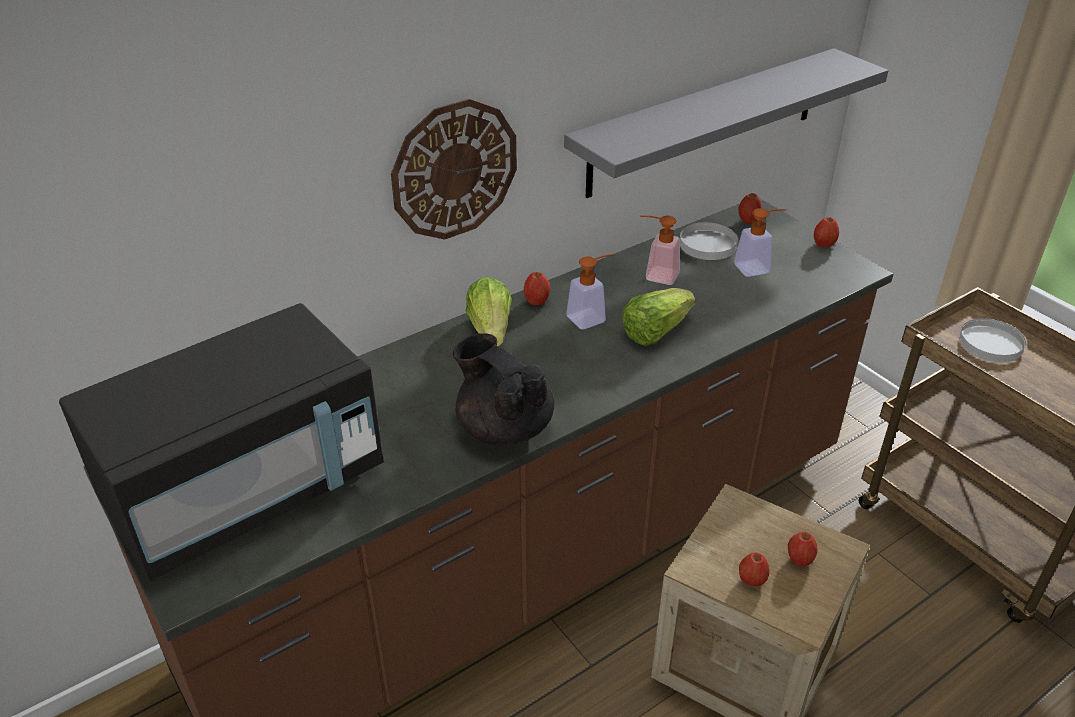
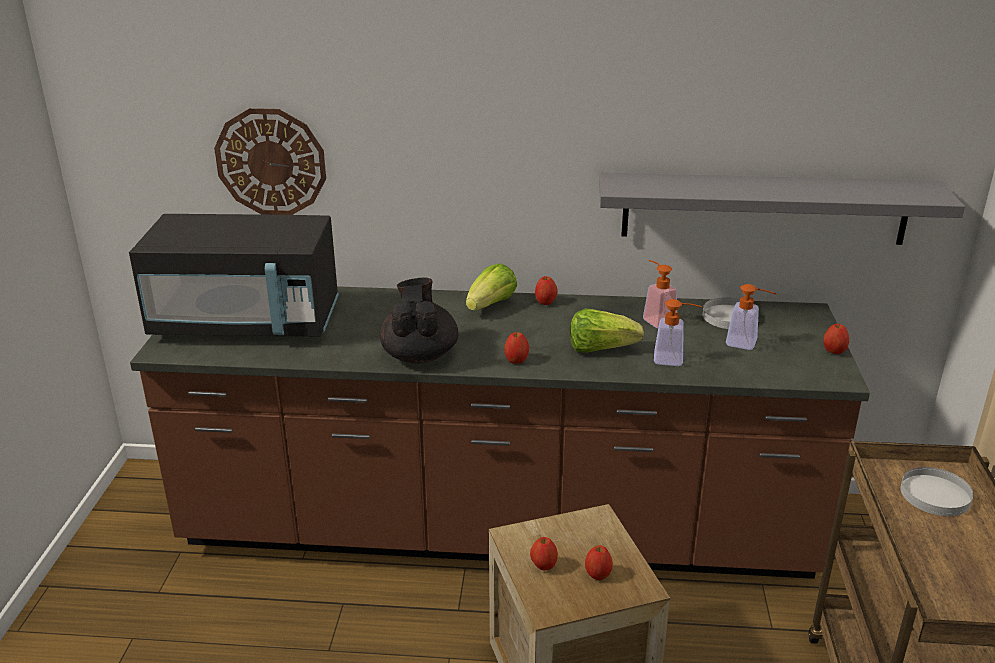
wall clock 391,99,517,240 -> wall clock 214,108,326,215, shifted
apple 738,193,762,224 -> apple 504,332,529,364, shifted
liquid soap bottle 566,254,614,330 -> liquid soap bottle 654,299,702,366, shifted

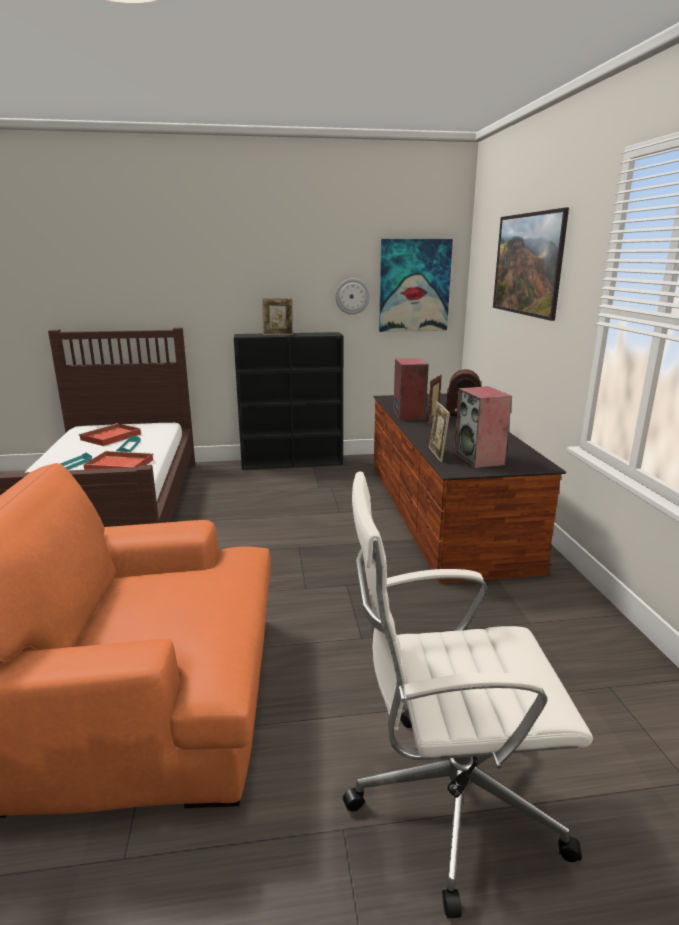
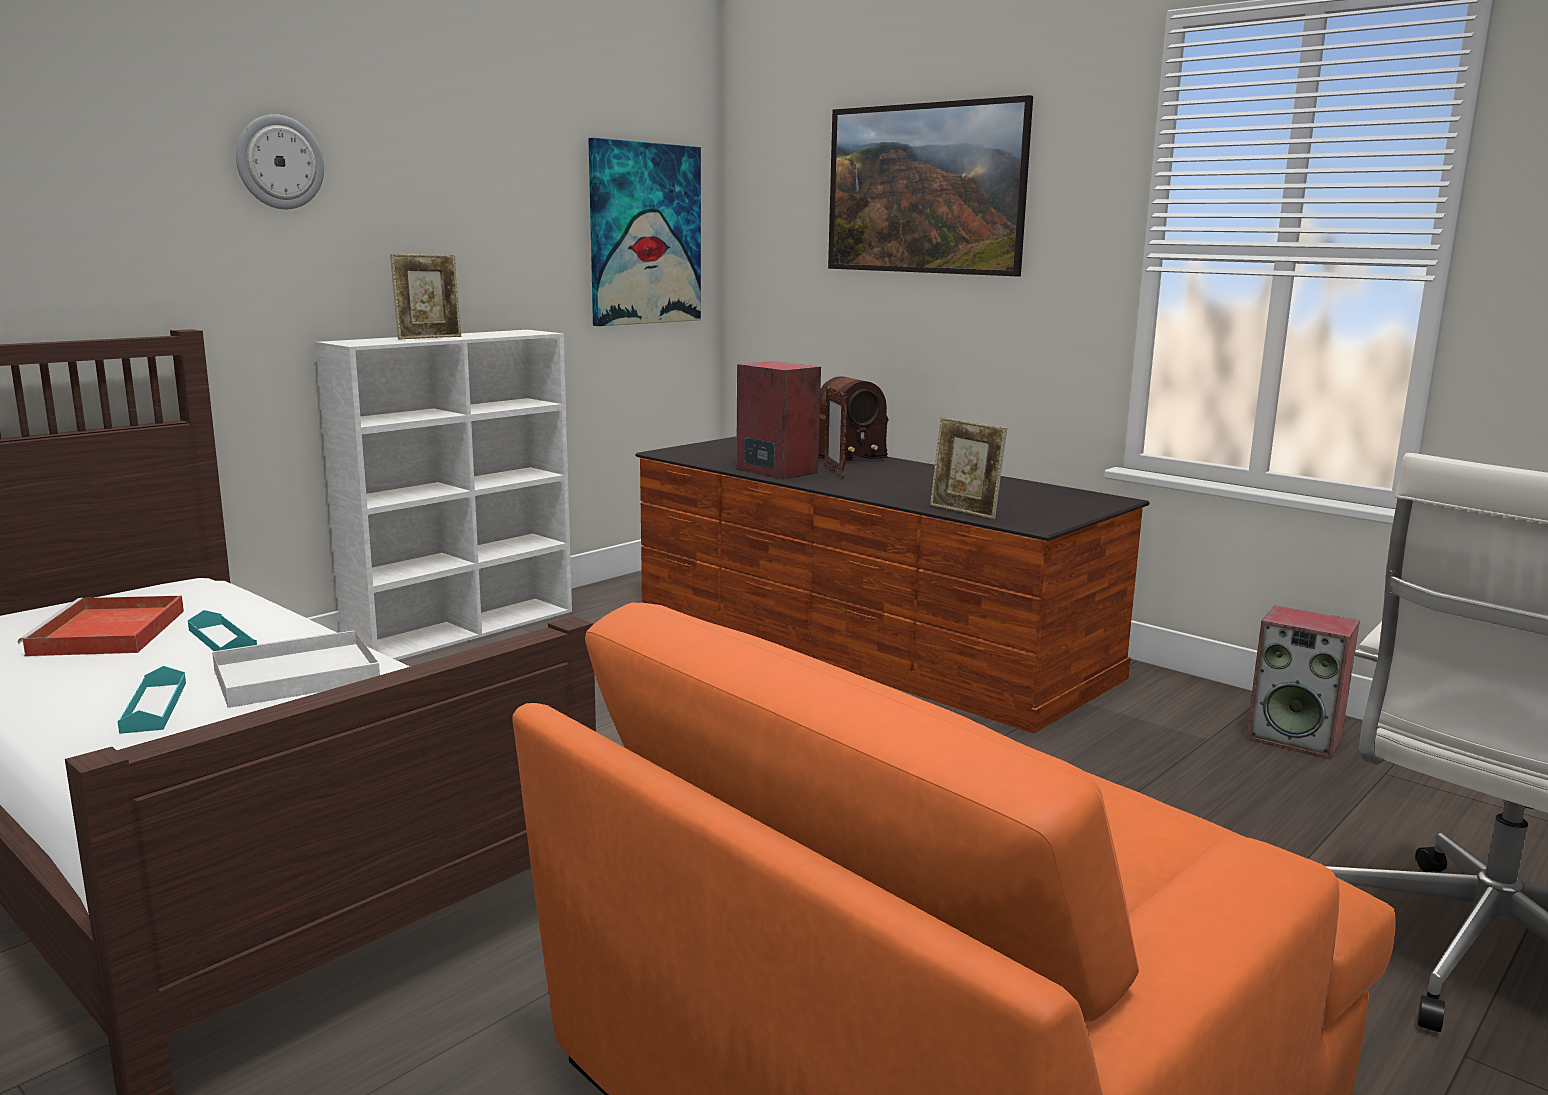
serving tray/red-coloured 83,451,153,470 -> serving tray/white 212,630,380,708
wall clock 335,278,370,315 -> wall clock 236,114,324,209, shifted
bookcase/black-coloured 234,332,343,470 -> bookcase/white 315,330,572,660
audio speaker 454,386,512,469 -> audio speaker 1246,606,1360,759, shifted

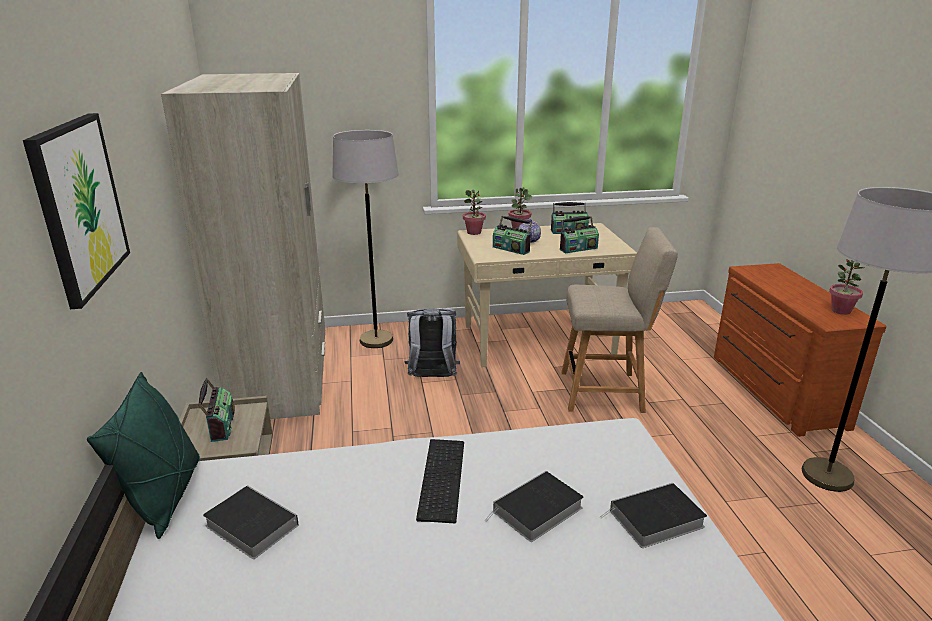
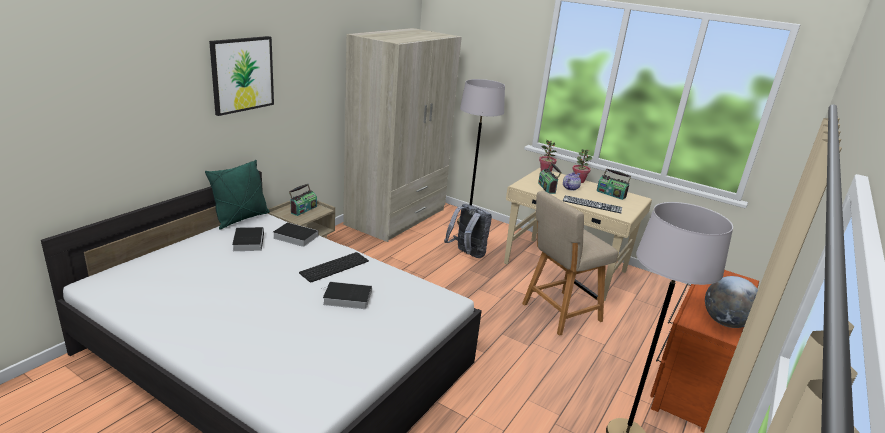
book 600,483,707,548 -> book 273,222,318,247, shifted
chair/beige-coloured 561,227,678,413 -> chair/beige-coloured 522,191,618,336, 105 degrees clockwise
radio 560,216,599,254 -> keyboard 563,195,622,213
plant in a pot 829,259,864,315 -> globe 705,276,758,328

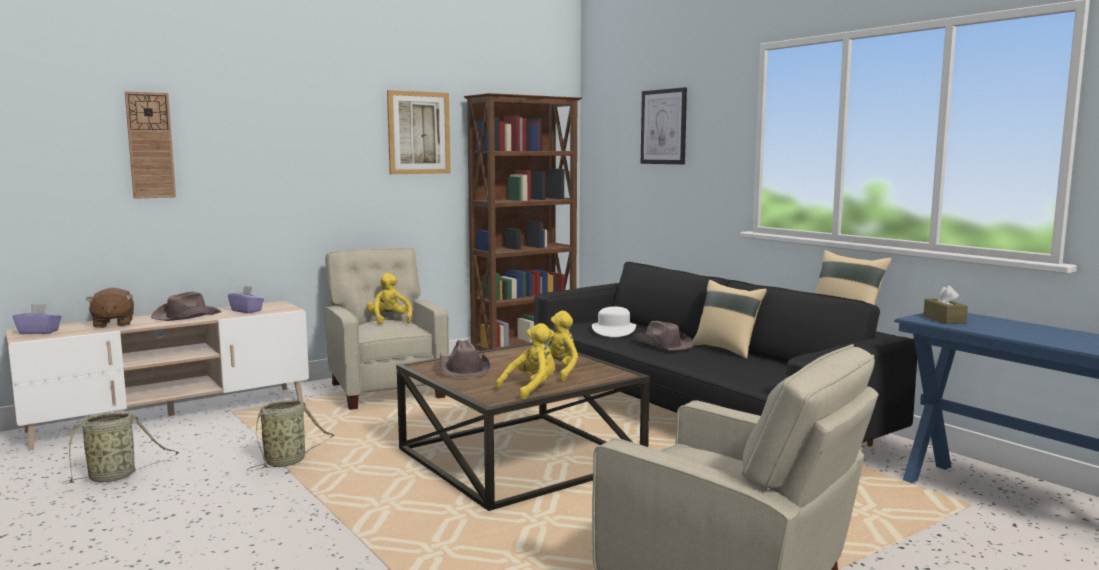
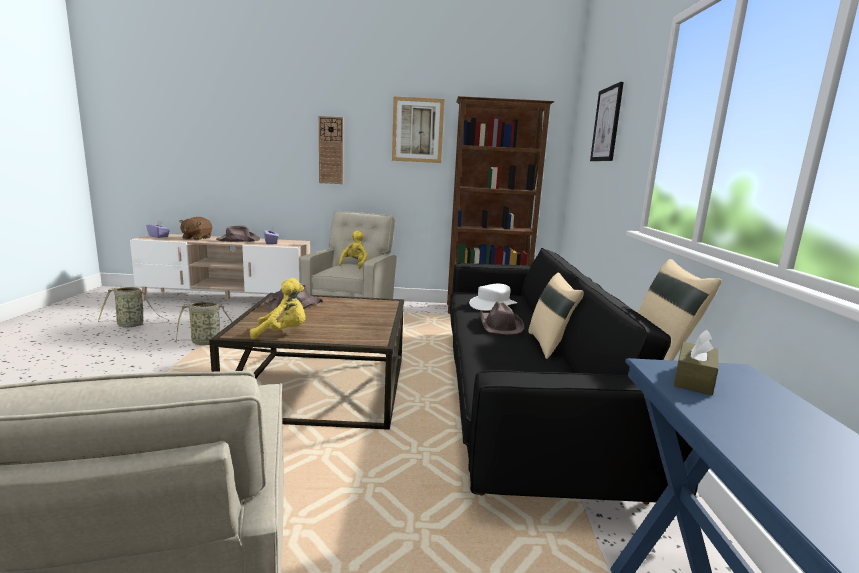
wall clock 125,91,176,199 -> wall clock 319,116,343,184, shifted
plush toy/yellow-coloured 527,311,578,382 -> none

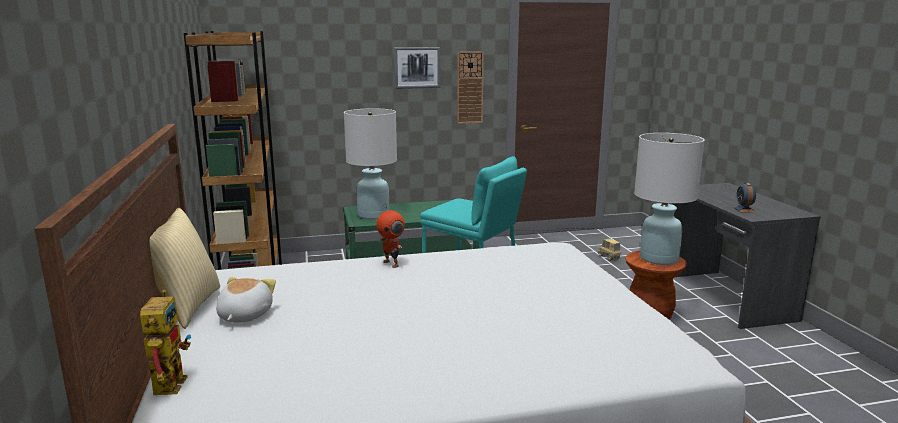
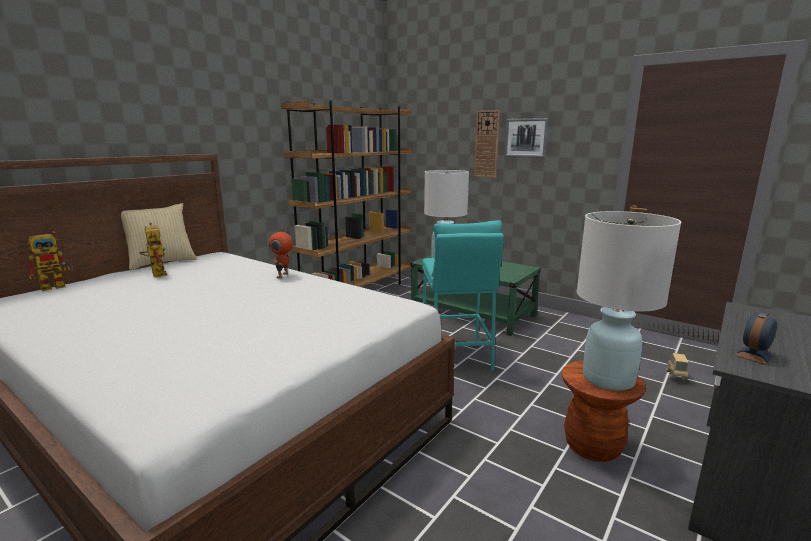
plush toy 216,277,276,323 -> toy robot 140,222,167,277
wall clock 457,51,484,124 -> wall clock 474,110,500,178, shifted

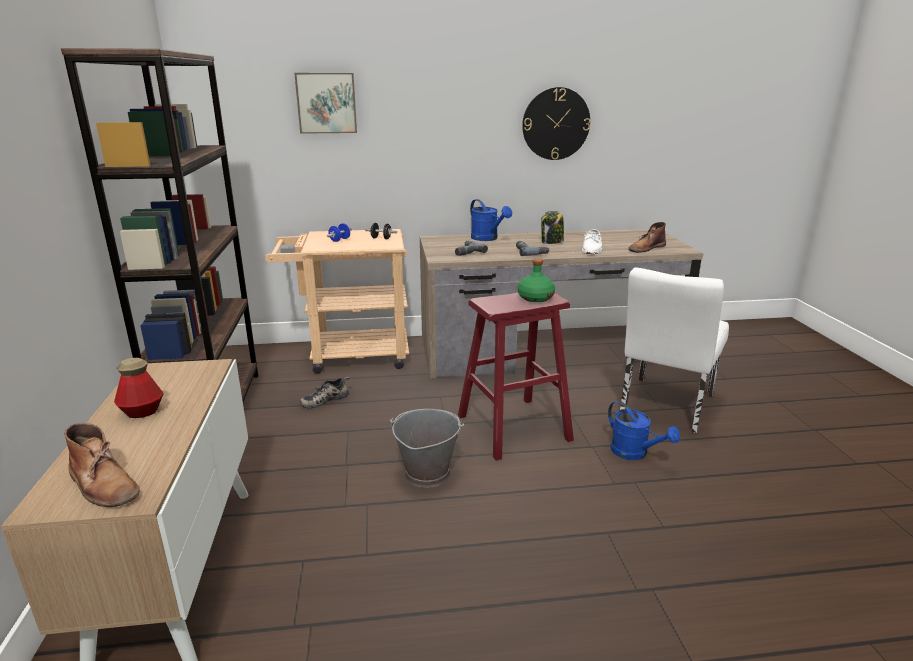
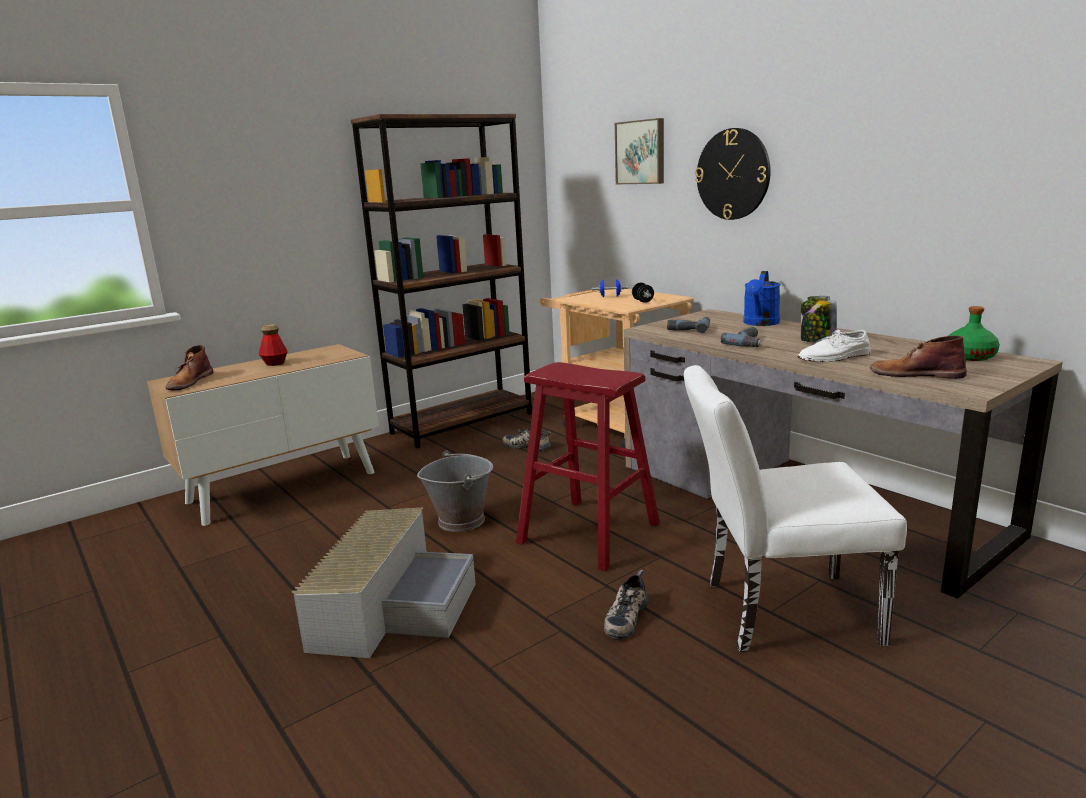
none -> storage container/gray 292,508,476,658
sprinkling can/blue-coloured 608,401,680,460 -> item of footwear 604,570,649,639
wall clock 522,87,590,160 -> wall clock 695,128,771,220, shifted
beverage bottle/green-coloured 518,258,555,302 -> beverage bottle/green-coloured 949,306,1000,361, shifted

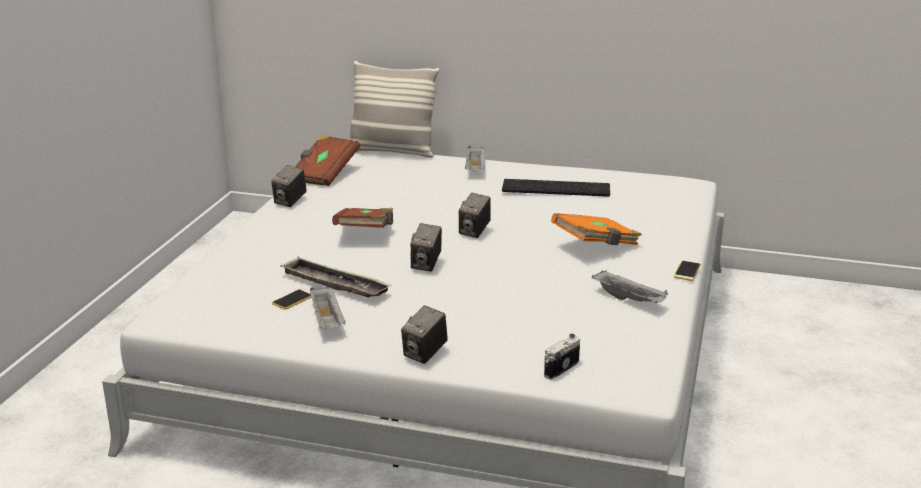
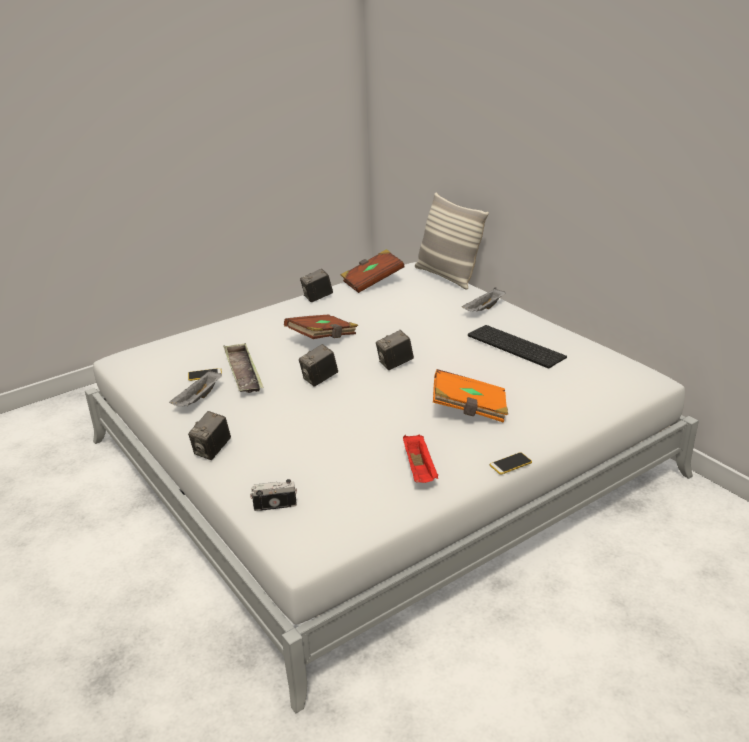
still camera 401,305,448,364 -> still camera 188,411,231,460, 45 degrees counterclockwise
serving tray/gray 592,270,668,303 -> serving tray/red-coloured 403,435,438,483

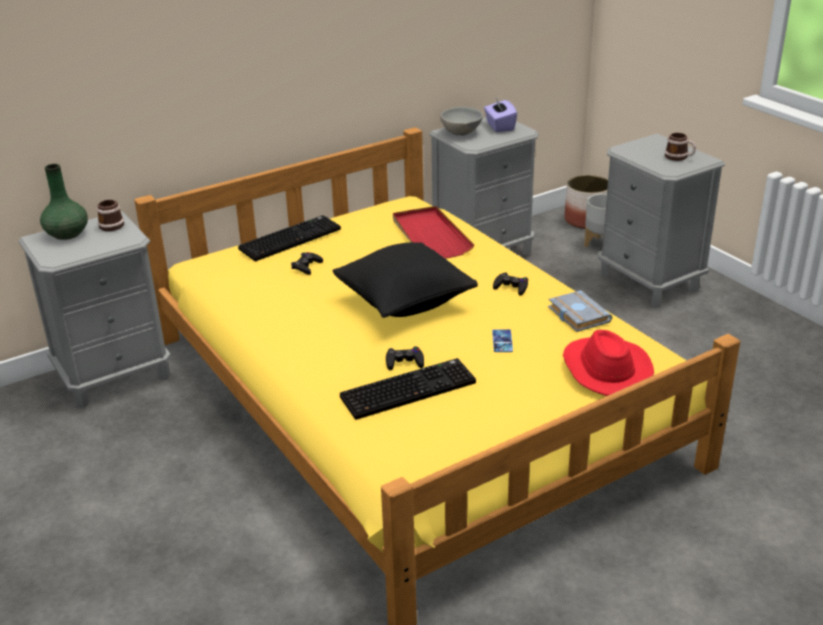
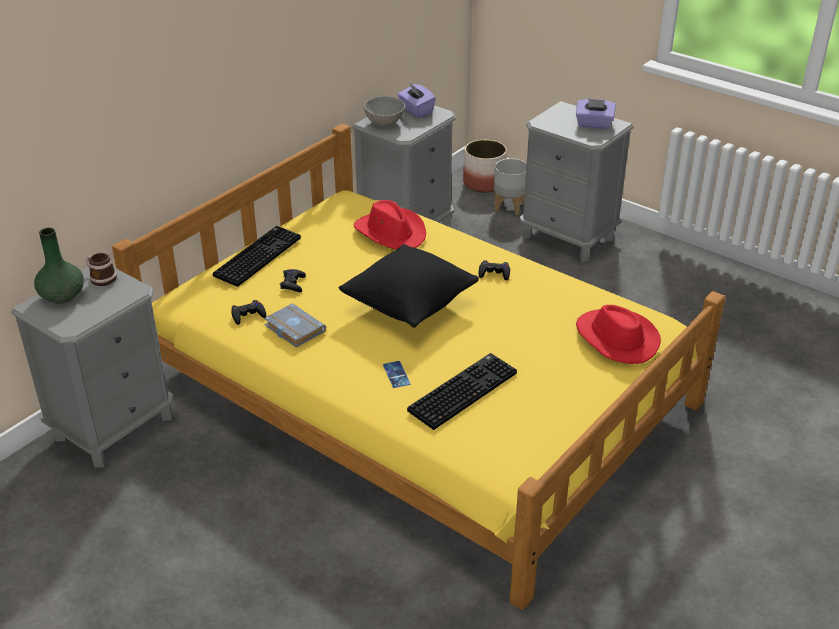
gamepad/black-coloured 386,346,424,370 -> gamepad/black-coloured 231,300,266,325, shifted
book/gray 548,290,612,332 -> book/gray 264,303,326,347, shifted
serving tray/red-coloured 393,206,475,259 -> hat/red-coloured 354,200,426,250
telephone 492,329,513,352 -> telephone 383,361,411,388, shifted
coffee mug 665,133,696,161 -> tissue box/purple-coloured 576,98,616,129

